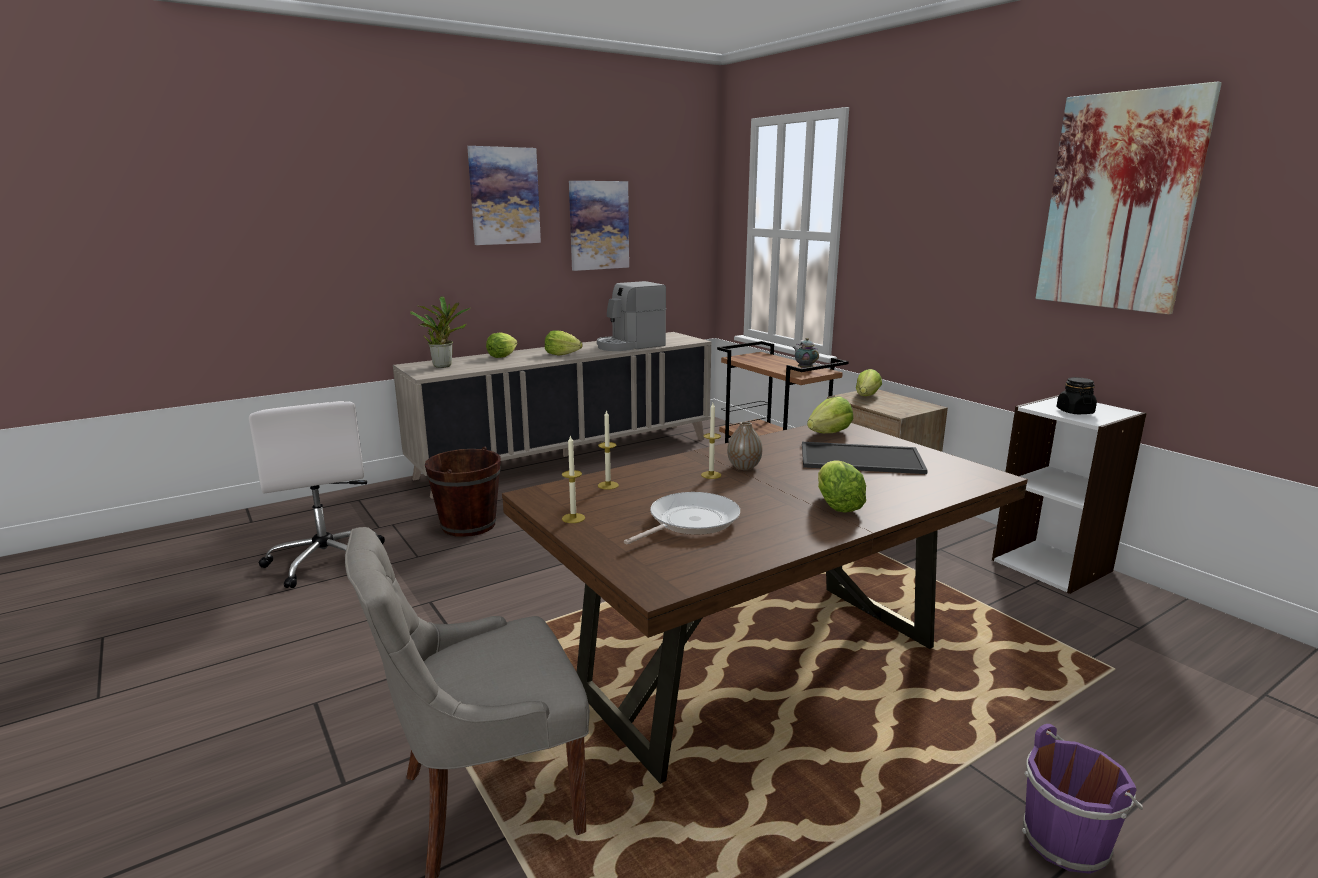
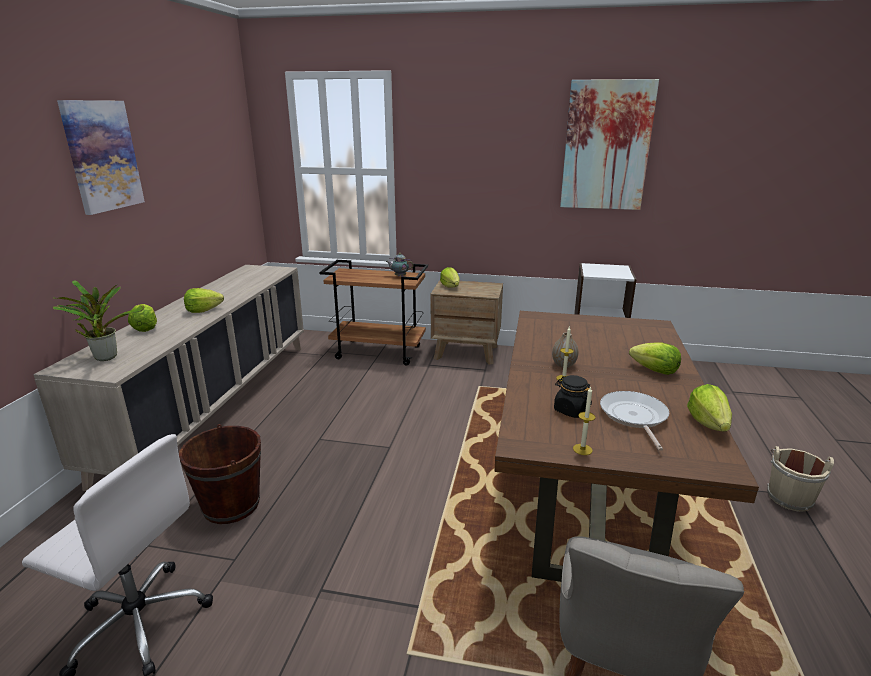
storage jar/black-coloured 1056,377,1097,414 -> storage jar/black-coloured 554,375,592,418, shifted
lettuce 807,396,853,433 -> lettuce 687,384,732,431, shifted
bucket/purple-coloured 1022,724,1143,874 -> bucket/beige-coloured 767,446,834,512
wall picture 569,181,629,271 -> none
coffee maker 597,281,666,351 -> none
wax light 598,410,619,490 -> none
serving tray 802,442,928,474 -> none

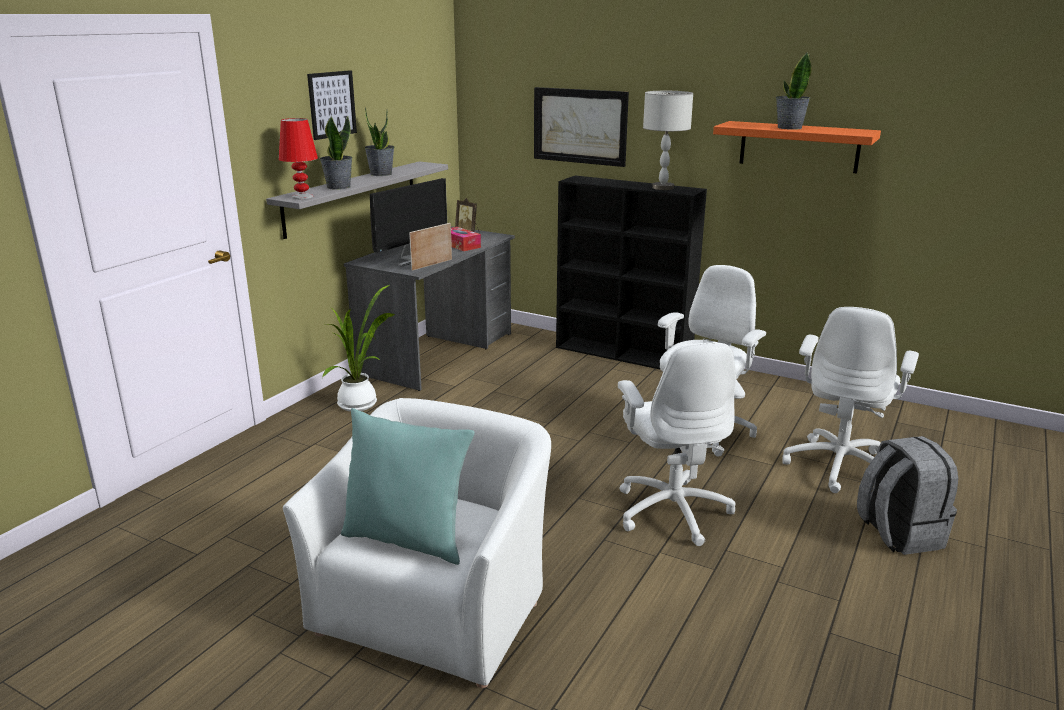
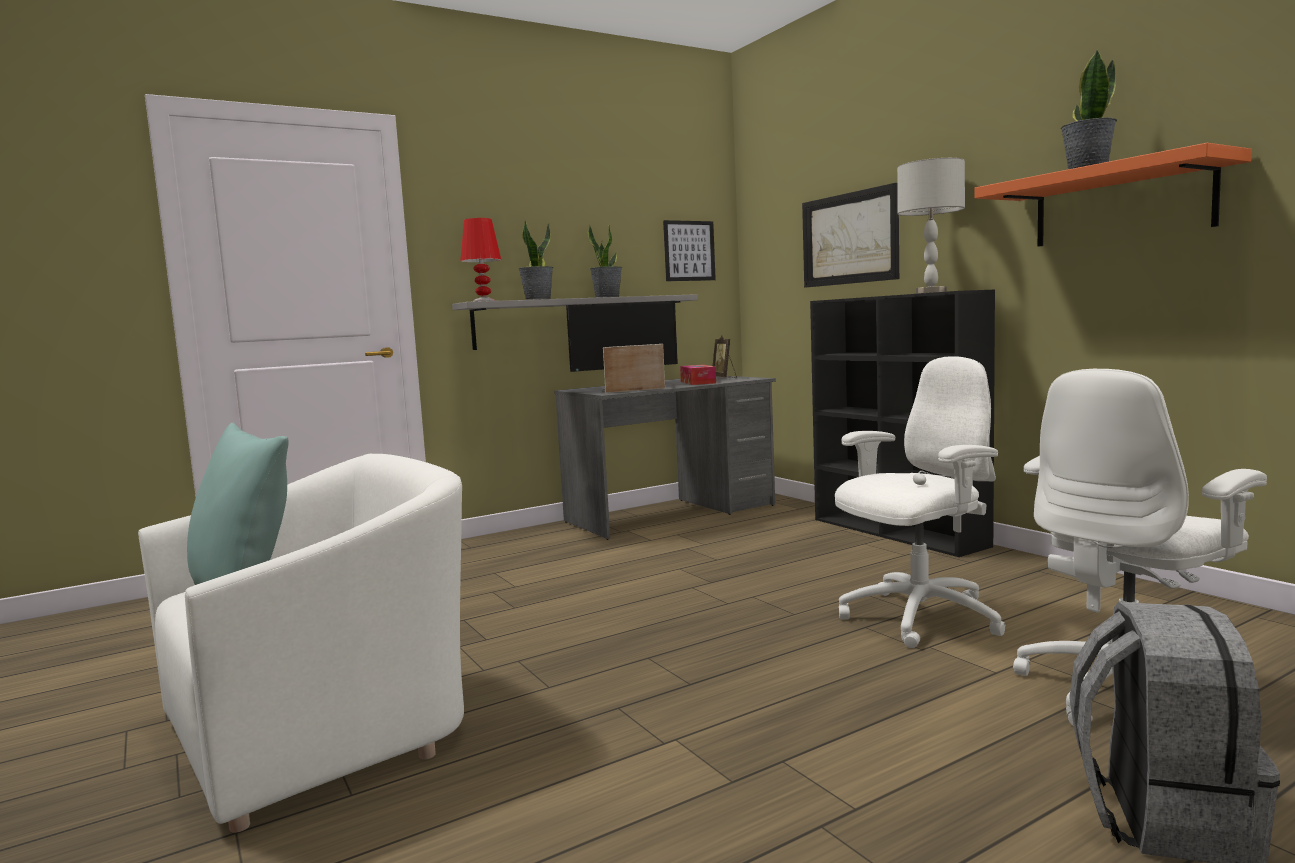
wall picture 307,70,357,140 -> wall picture 663,220,716,281, shifted
plant in a pot 322,285,396,411 -> none
office chair/white 618,342,745,546 -> none

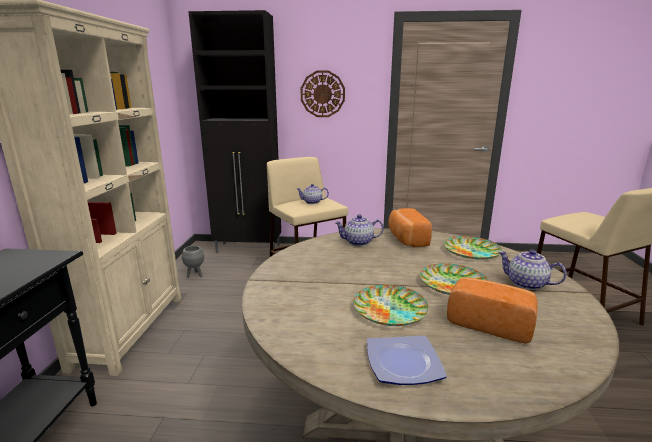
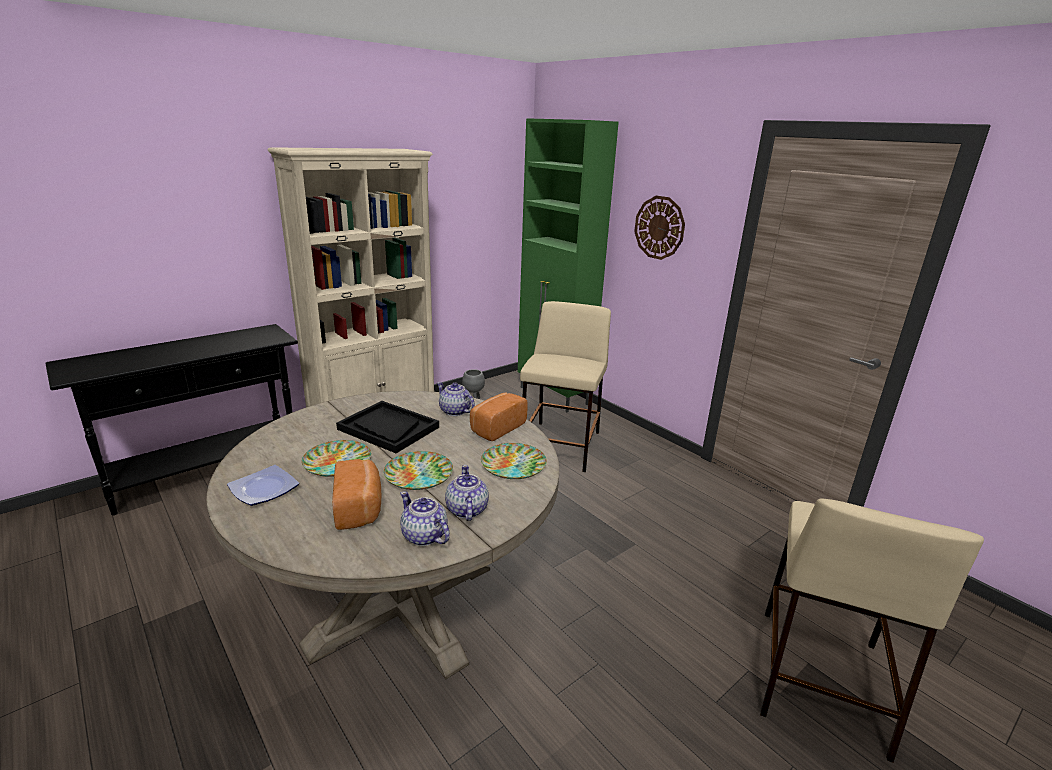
none -> serving tray/black-coloured 336,401,439,453
pot for tea 296,184,329,204 -> pot for tea 400,491,450,546, shifted
cabinet/black-coloured 188,10,281,255 -> cabinet/green-coloured 518,118,619,412

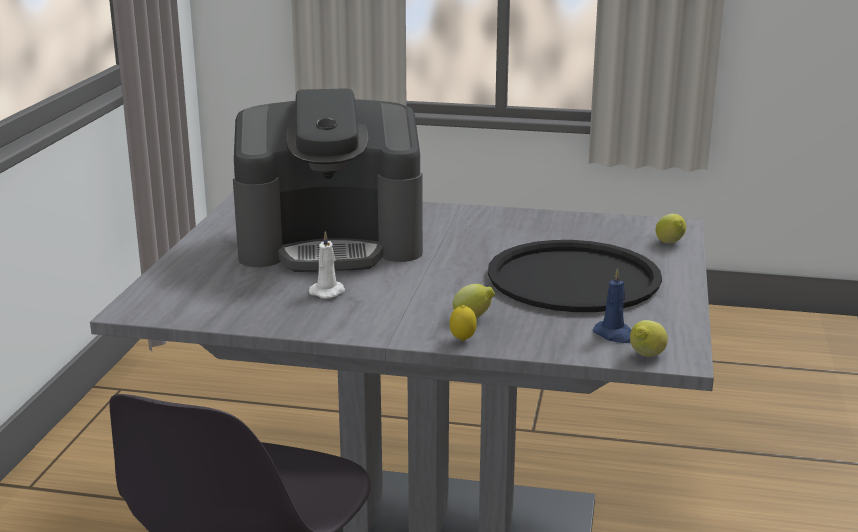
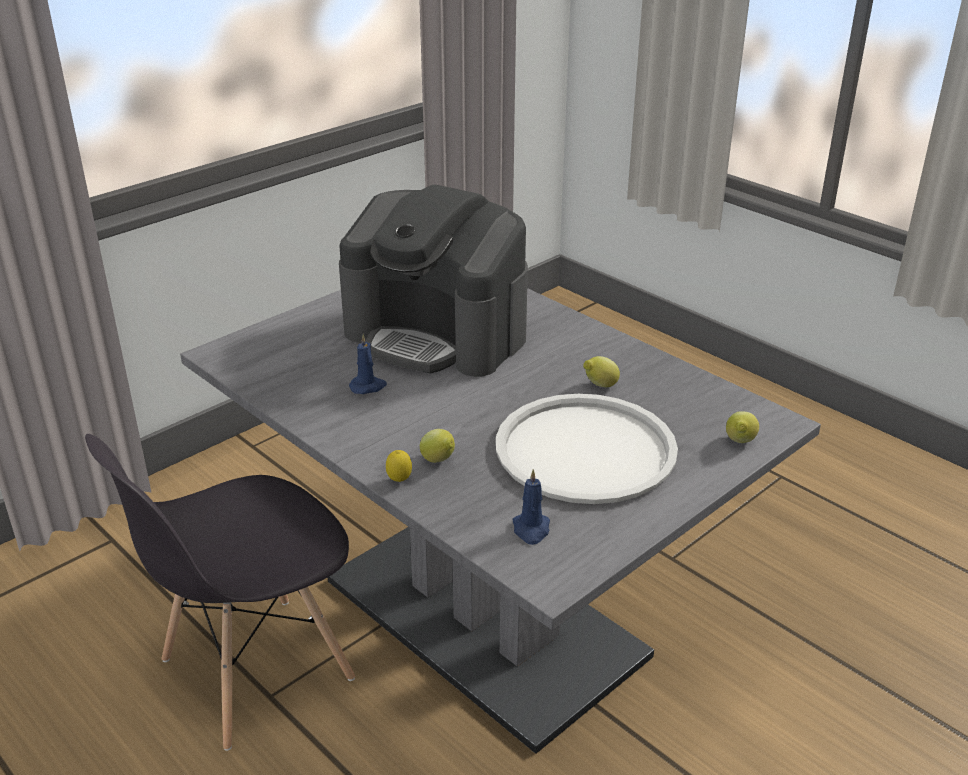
wax light/white 308,231,345,299 -> wax light/blue-coloured 349,334,387,394
serving tray/black-coloured 488,240,662,312 -> serving tray/white 496,394,678,504
lemon 630,320,668,357 -> lemon 583,356,620,387, shifted

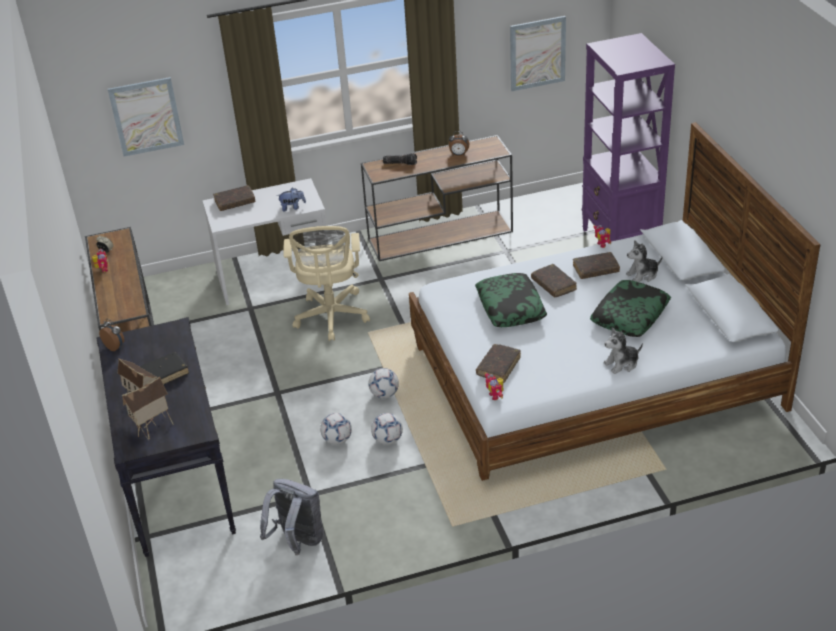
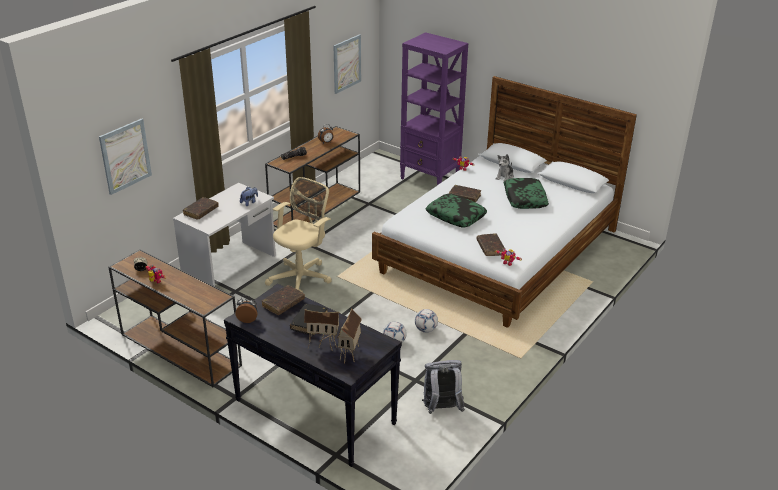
book/brown-coloured 573,252,620,279 -> book/brown-coloured 262,285,305,315, shifted
office chair/beige-coloured 283,226,370,341 -> office chair/beige-coloured 265,177,332,293, 105 degrees counterclockwise
football ball 368,368,399,398 -> none
plush toy 603,327,643,374 -> none

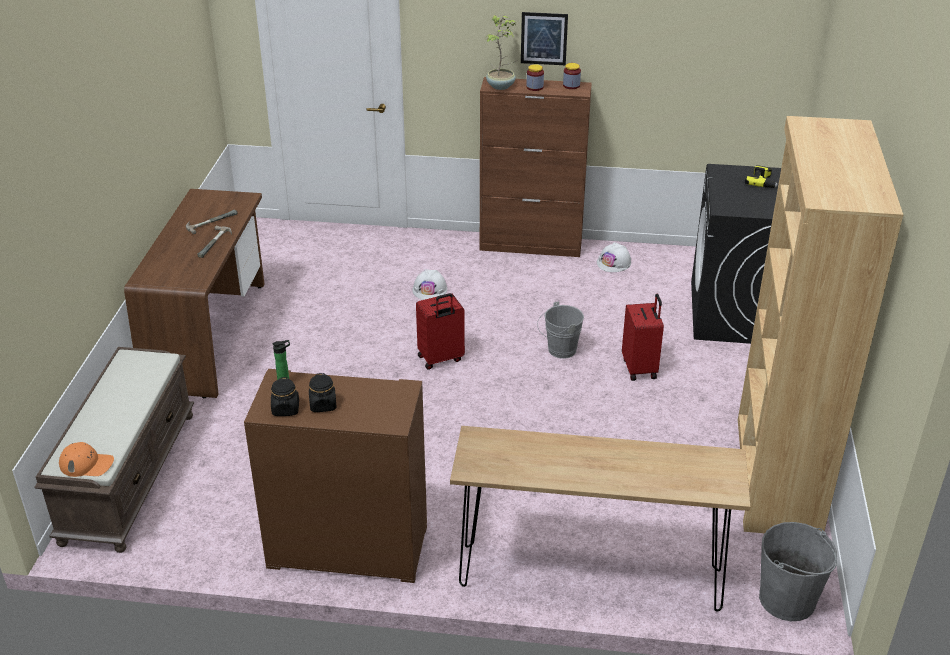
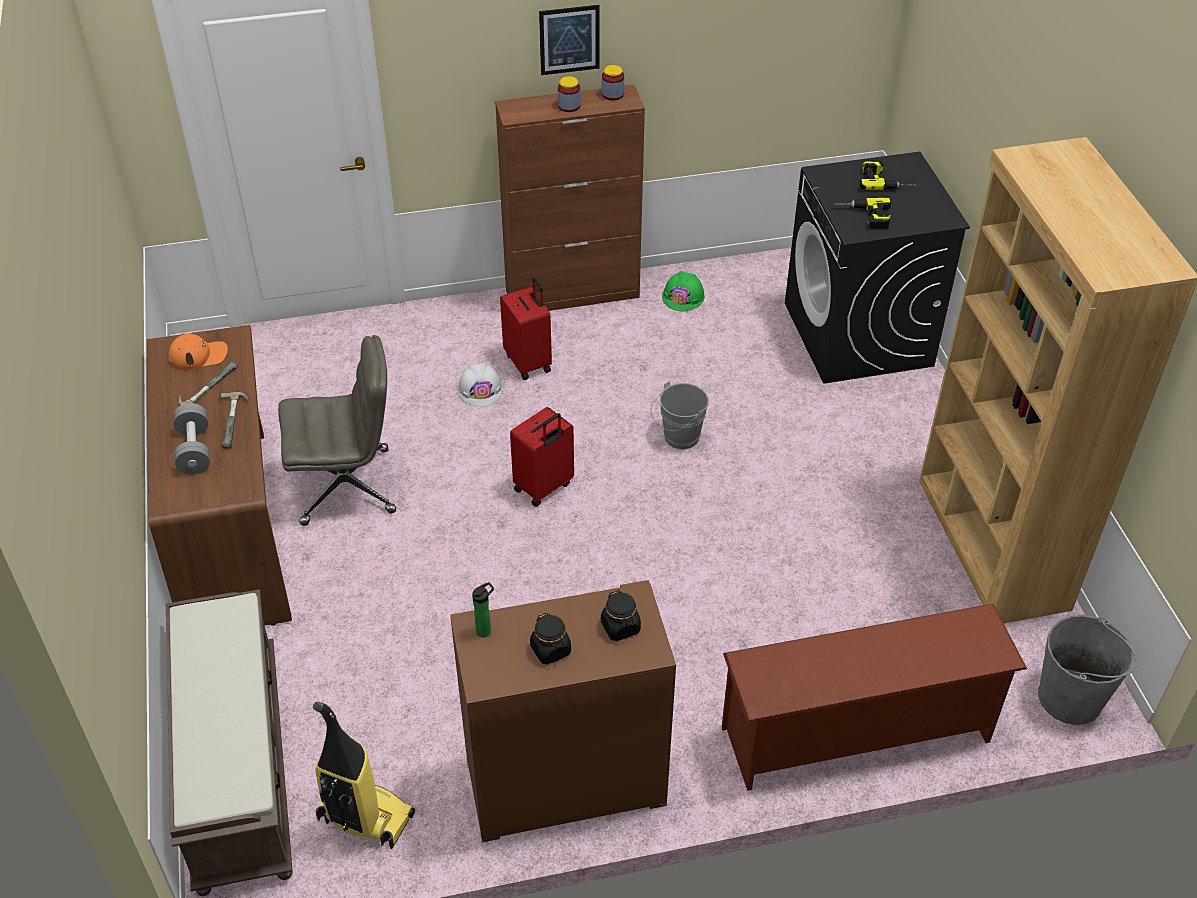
peaked cap/orange-coloured 59,442,114,477 -> peaked cap/orange-coloured 169,333,228,370, shifted
none -> hand weight/gray 174,403,210,475
none -> office chair/gray 278,335,396,526
none -> vacuum 313,702,415,849
suitcase/red-coloured 622,294,664,381 -> suitcase/red-coloured 500,277,552,380, shifted
storage jar/black-coloured 271,377,299,416 -> storage jar/black-coloured 601,590,641,641, shifted
work helmet/white 597,242,631,272 -> work helmet/green-coloured 662,271,705,311
console table/brown-coloured 450,426,751,612 -> shoe stand/brown-coloured 722,604,1027,791
none -> electric drill 833,198,892,229
plant in a pot 486,15,516,90 -> none

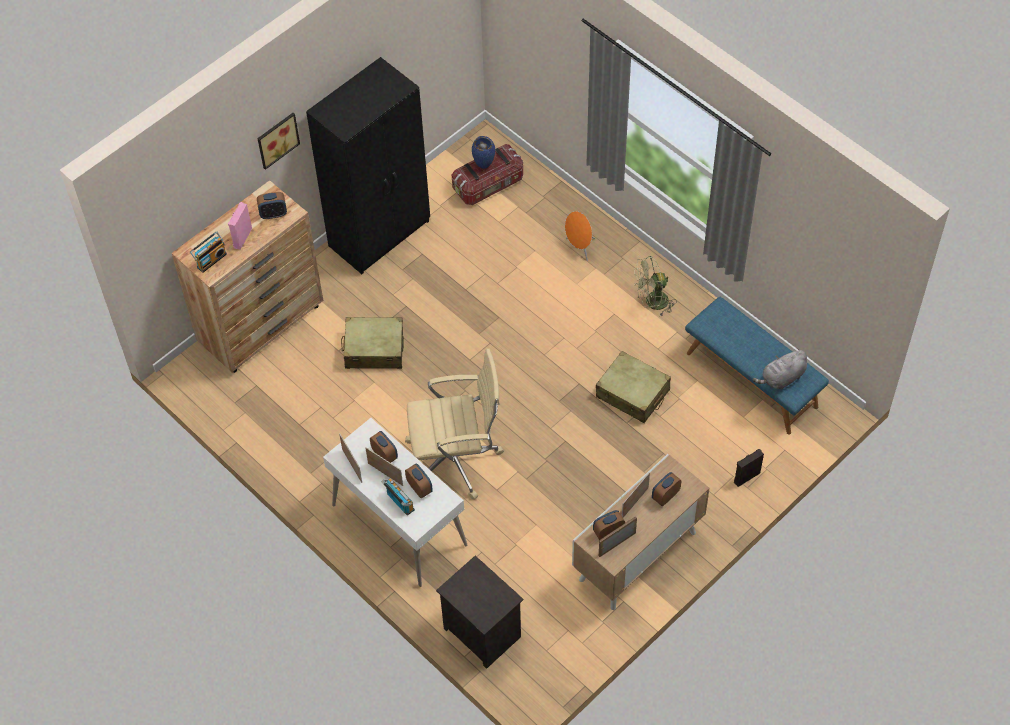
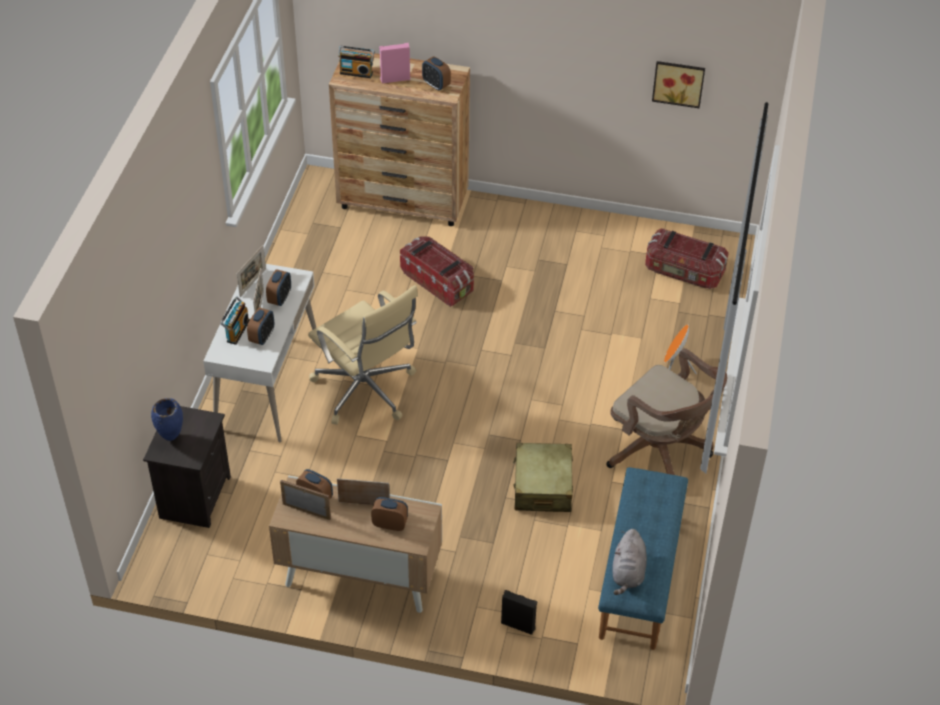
decorative vase/blue-coloured 472,136,495,169 -> decorative vase/blue-coloured 151,398,183,441, shifted
suitcase/beige-coloured 341,317,404,369 -> storage container 400,237,474,307
fan/green-coloured 634,256,677,317 -> office chair/brown-coloured 607,348,727,475
plush toy/gray 753,349,807,389 -> plush toy/gray 612,529,647,595, 105 degrees counterclockwise
wall picture 257,113,300,170 -> wall picture 652,61,705,108, shifted
clothes cupboard/black-coloured 306,57,430,274 -> none

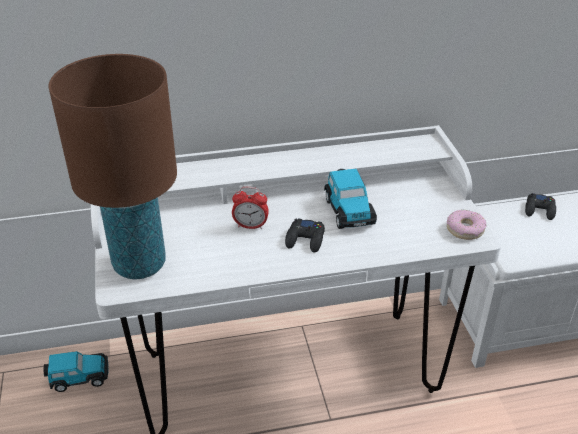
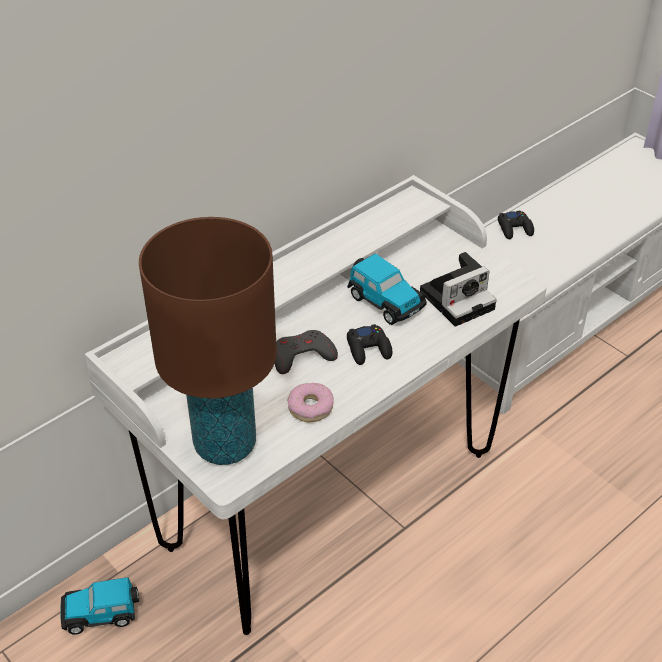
miniature car 44,351,109,392 -> miniature car 60,577,139,635, 150 degrees counterclockwise
bedside clock 232,187,269,229 -> gamepad/gray 275,330,338,374
ring doughnut 447,210,486,240 -> ring doughnut 287,383,334,422, shifted
none -> still camera 420,252,497,327

